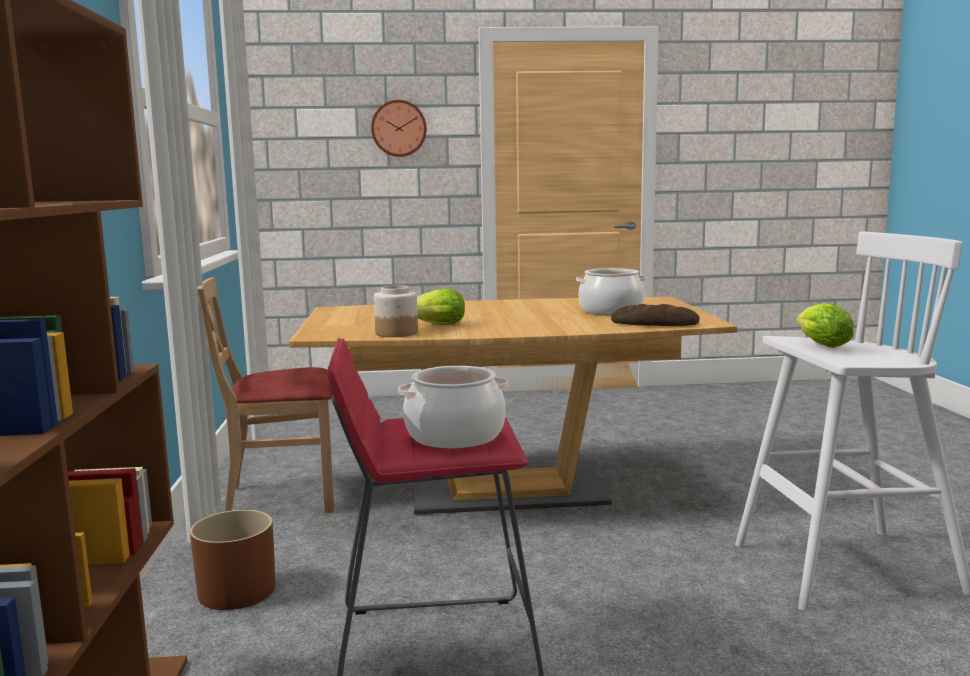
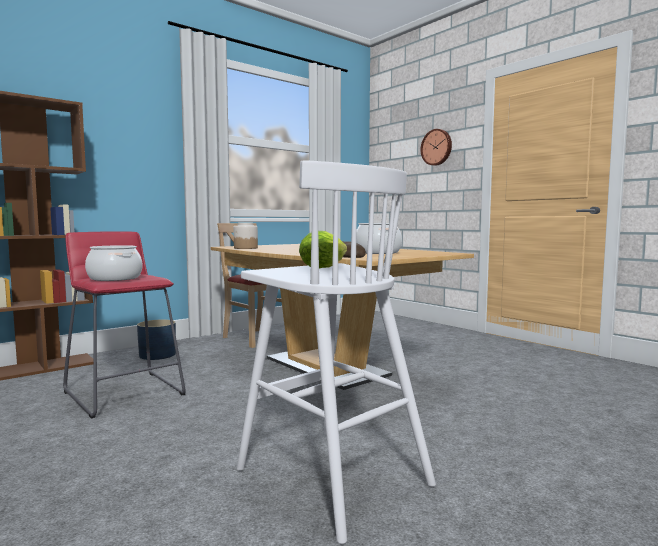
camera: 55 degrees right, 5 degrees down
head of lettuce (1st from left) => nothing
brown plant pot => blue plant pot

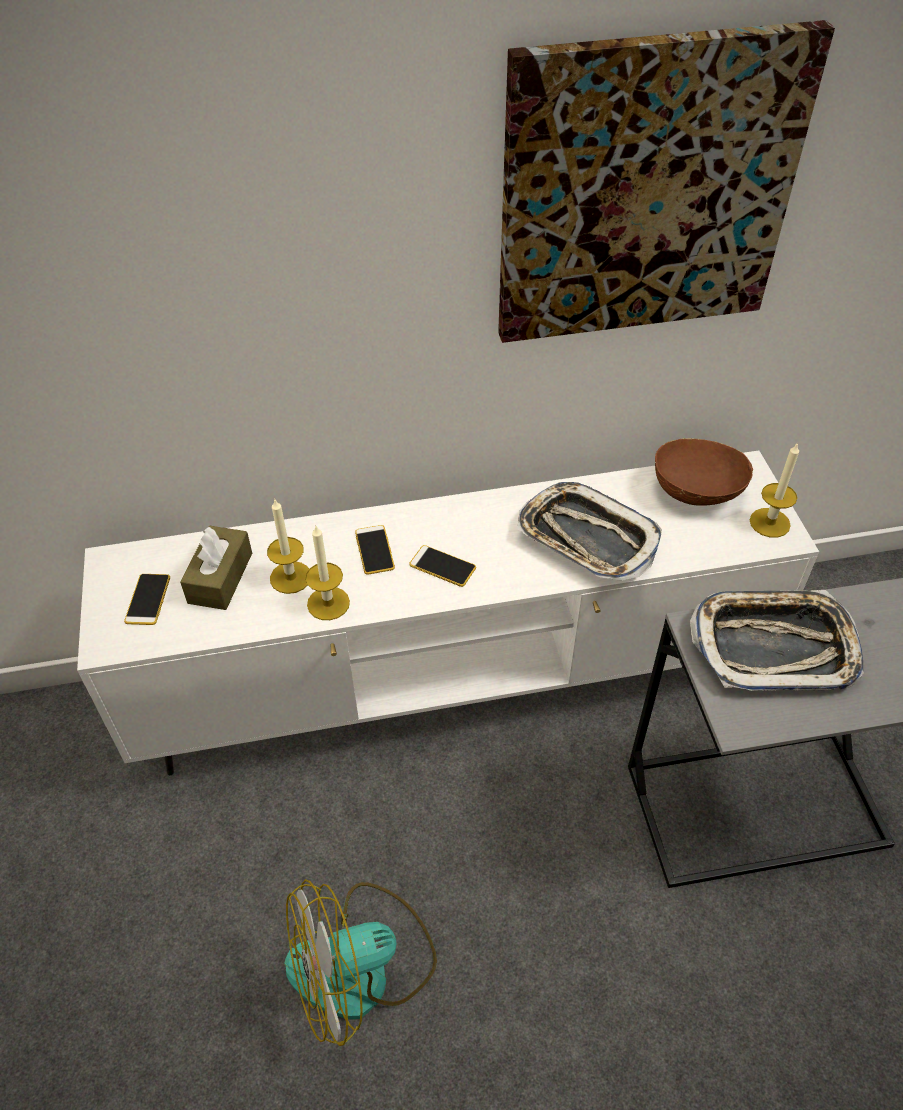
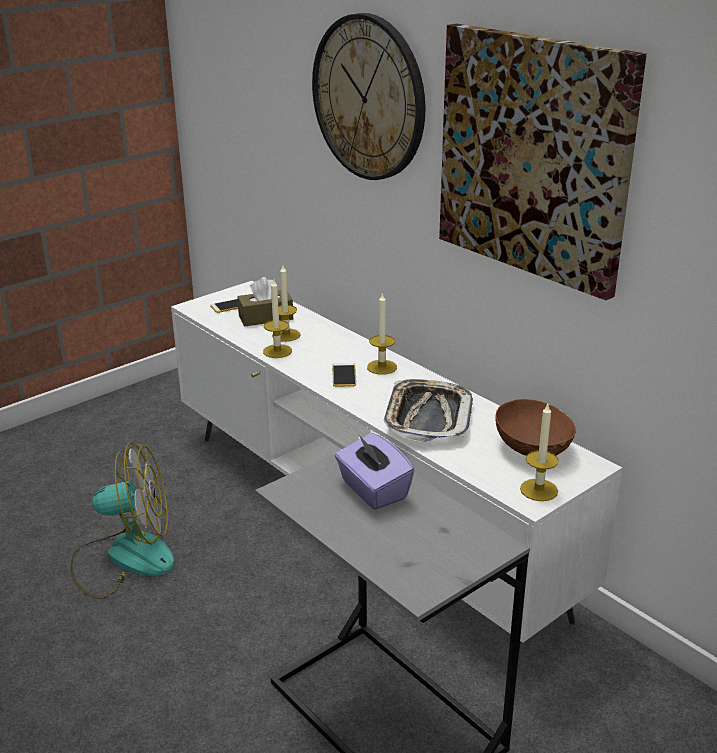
camera: 60 degrees right, 20 degrees down
telephone (2nd from left) => nothing
serving tray (2nd from left) => purple-coloured box of tissues
fan, 135 degrees clockwise
nothing => hanging clock
nothing => wax light (3rd from left)

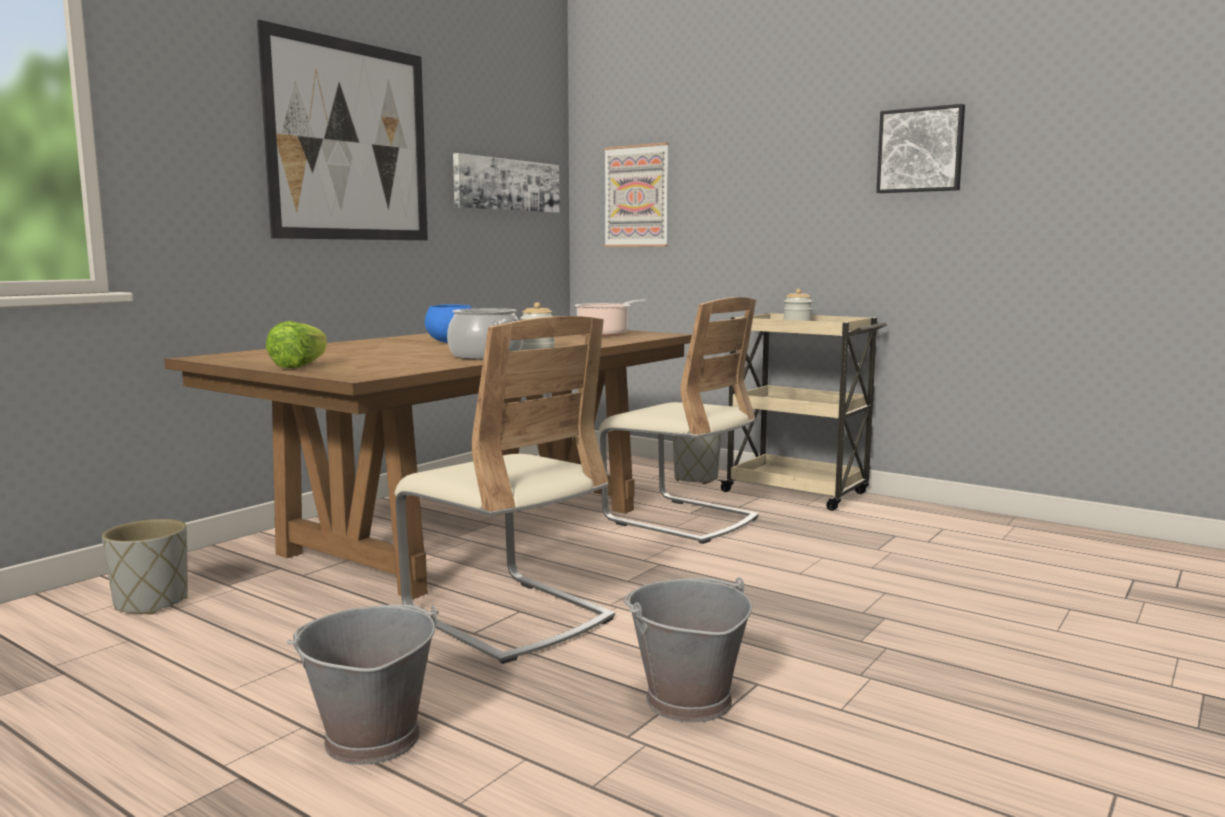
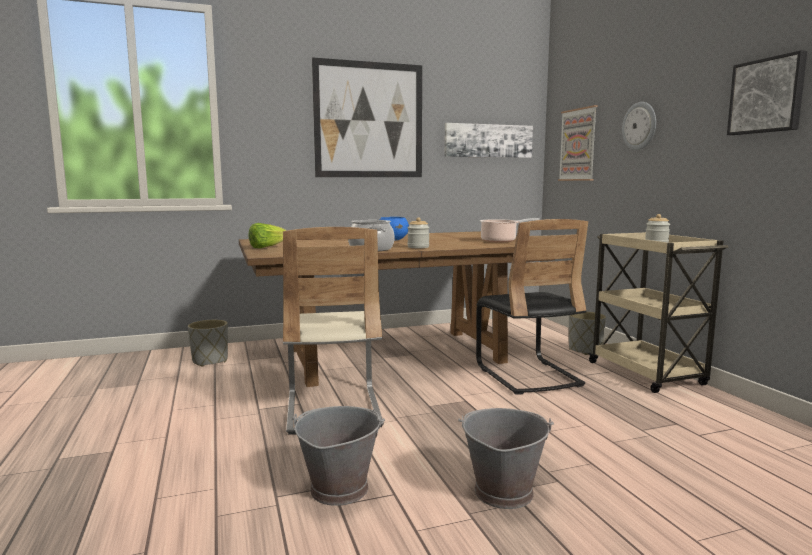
camera: 35 degrees right, 0 degrees up
sand-coloured upright chair (2nd from left) => blackish upright chair
greyish bucket (1st from left in the first image) => greyish bucket (2nd from left), moved
nothing => hanging clock

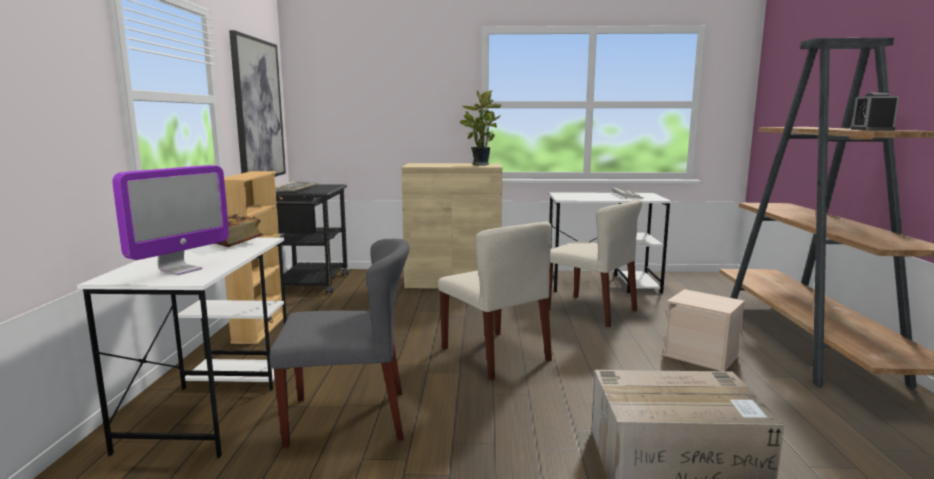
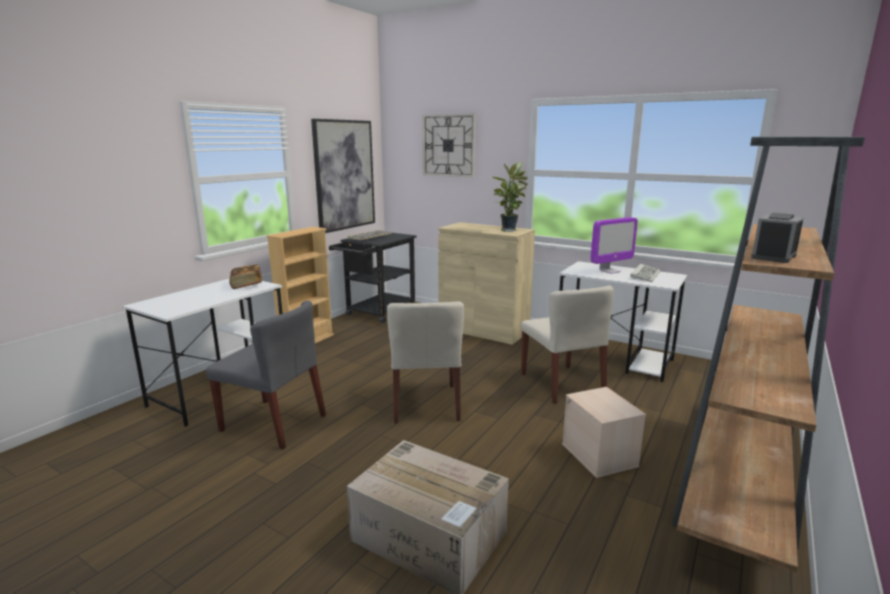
camera: 30 degrees right, 5 degrees up
computer screen, moved
nothing => hanging clock

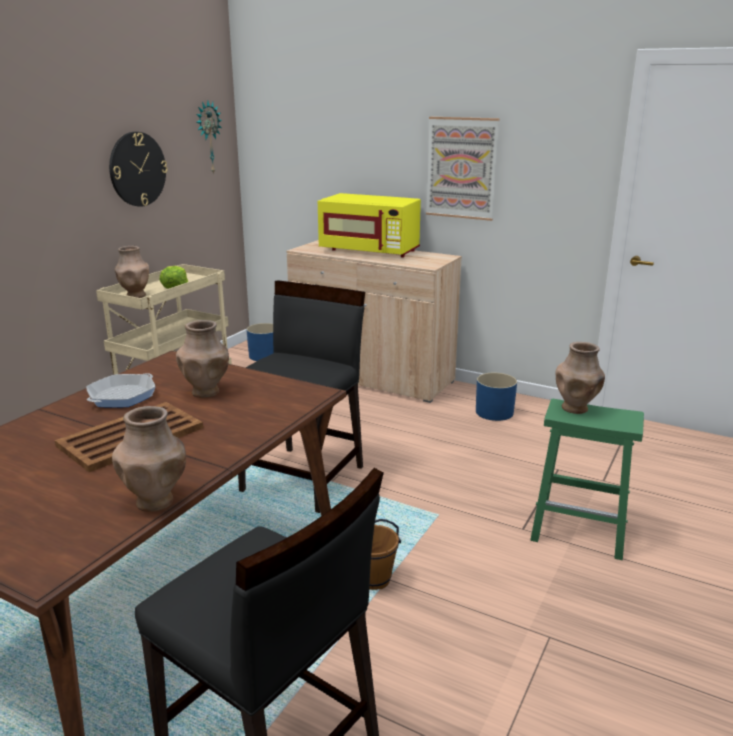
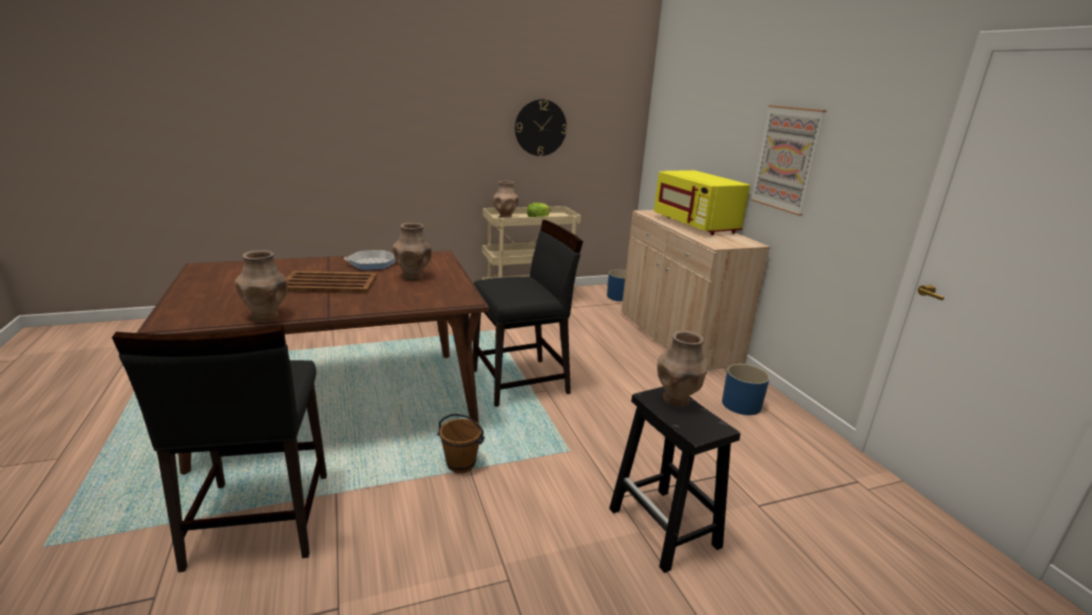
camera: 40 degrees right, 0 degrees up
hanging clock (2nd from left) => nothing
green stool seat => blackish stool seat

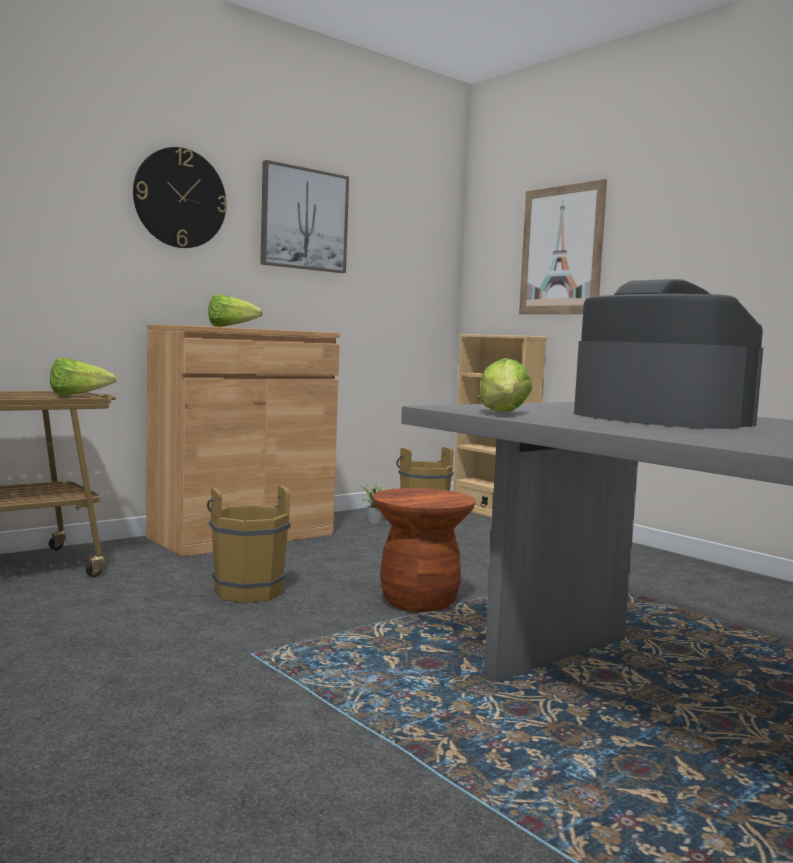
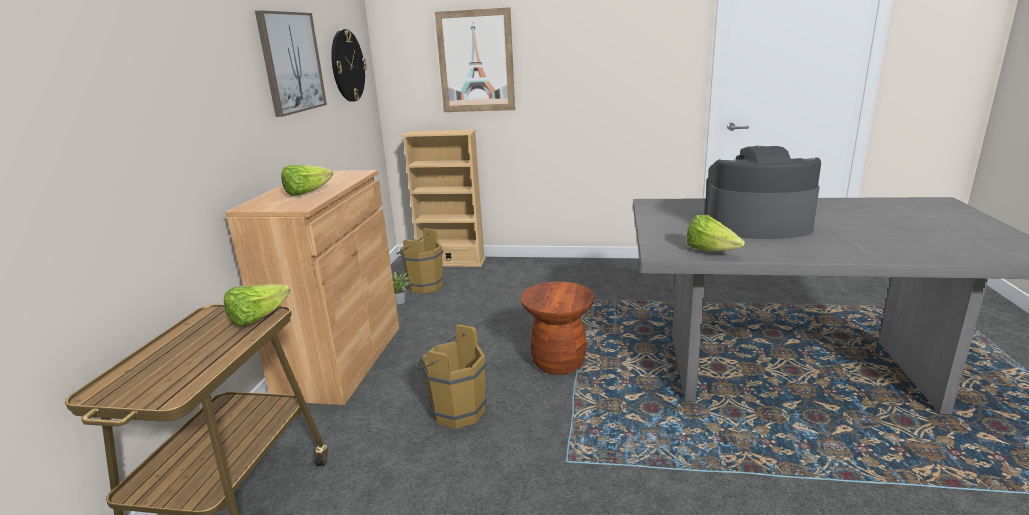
camera: 40 degrees left, 15 degrees up
hanging clock, moved

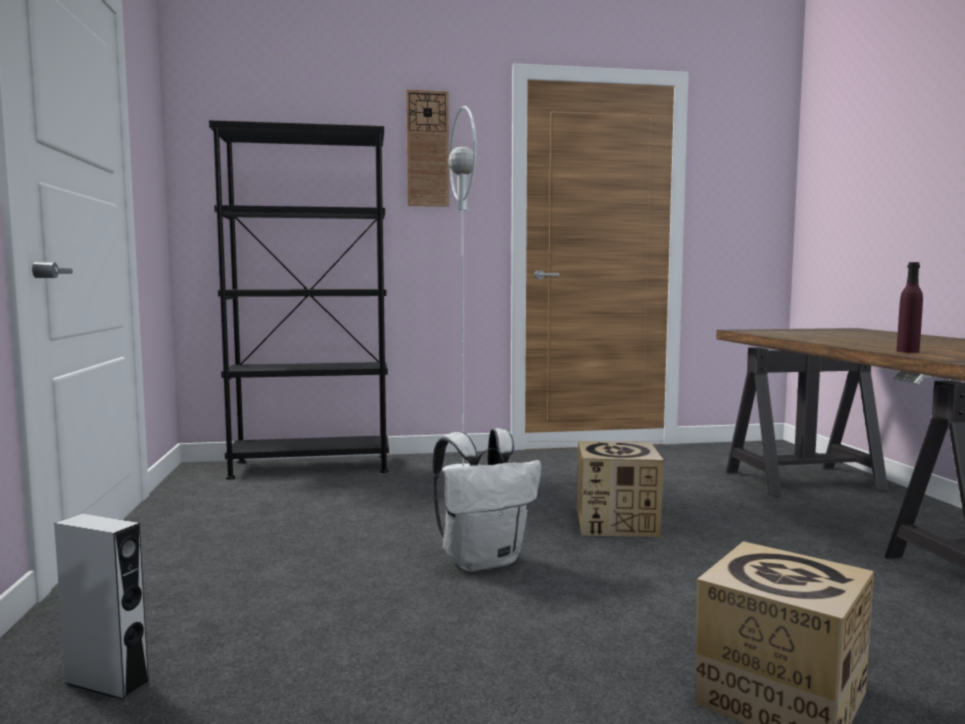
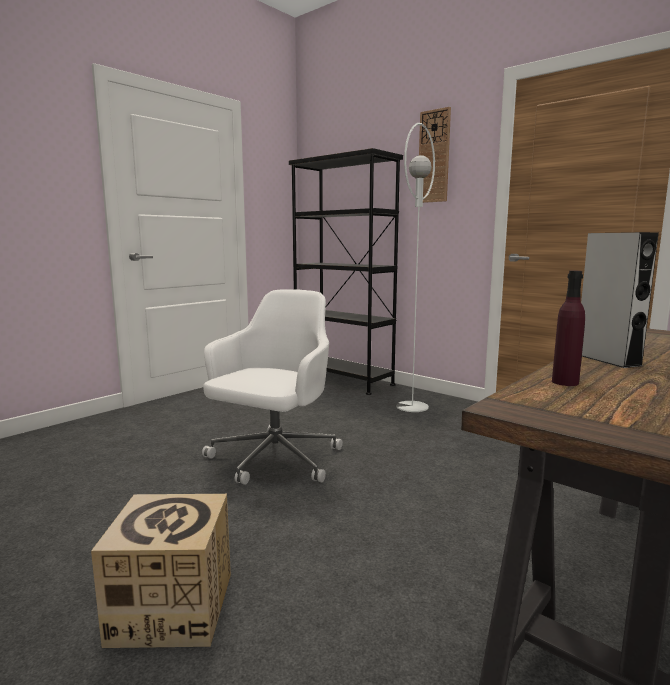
camera: 50 degrees right, 5 degrees up
whitish knapsack => whitish desk chair
packing box (1st from left) => nothing
greyish speaker, moved

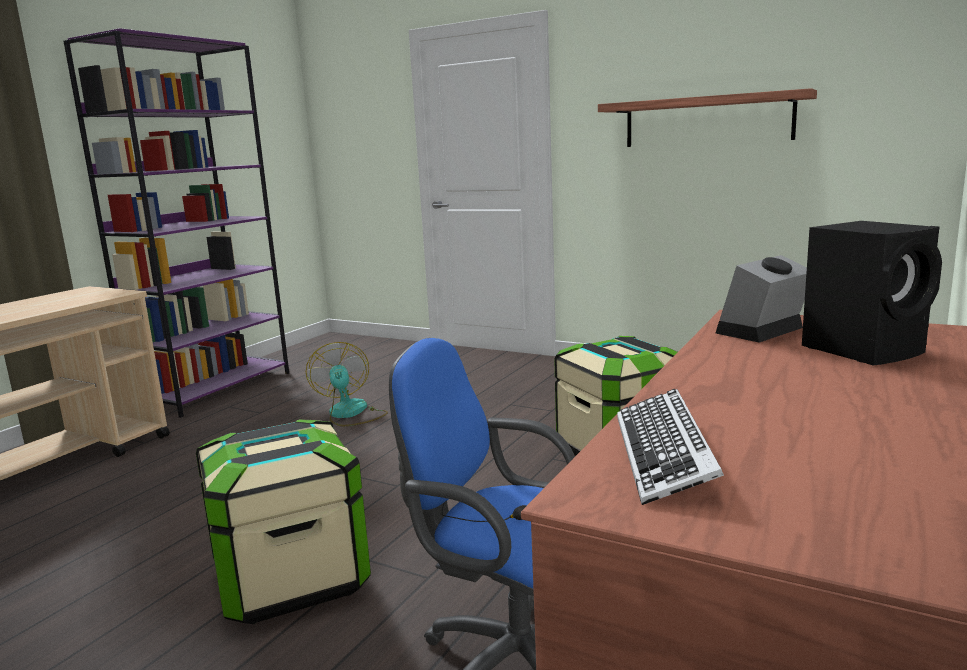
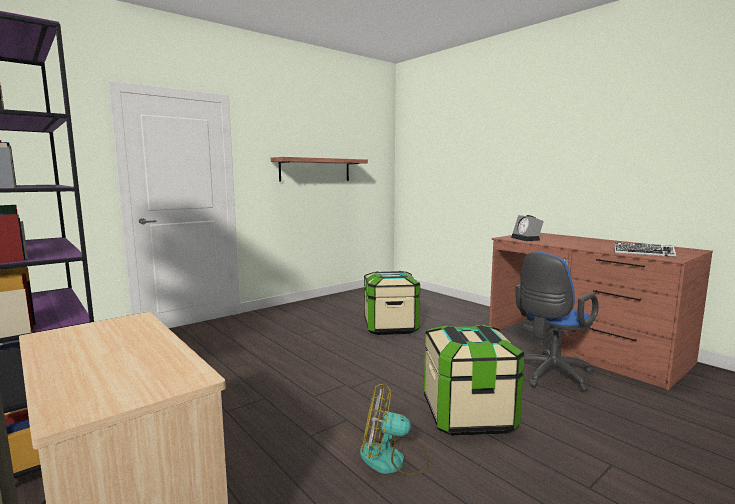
camera: 70 degrees left, 5 degrees down
blackish speaker => nothing
fan, moved

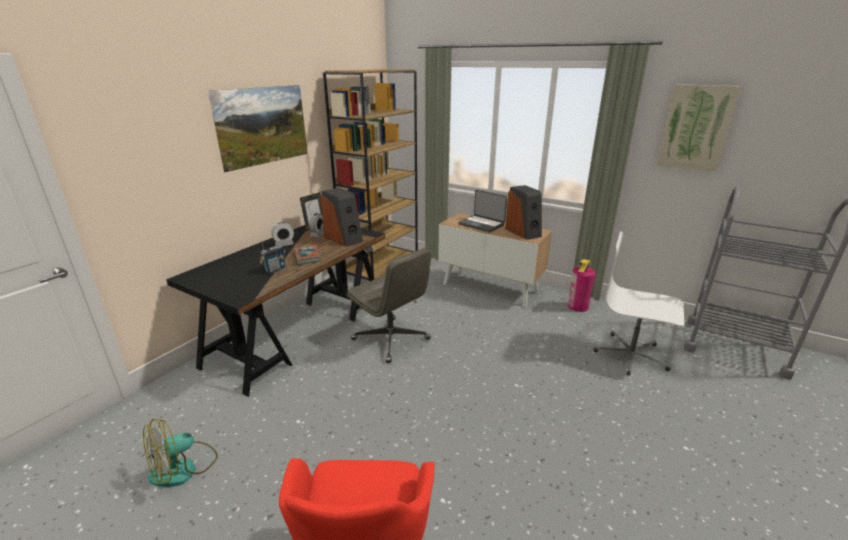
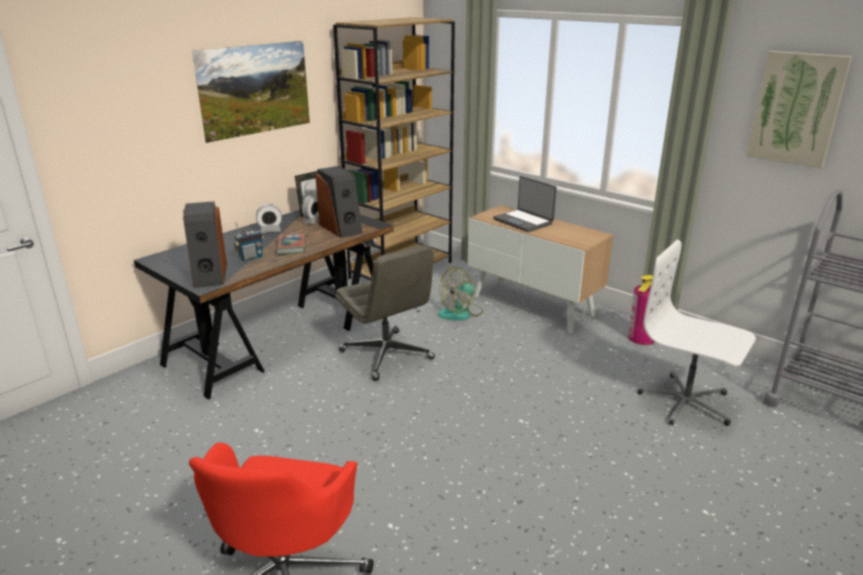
camera: 10 degrees right, 0 degrees up
speaker (2nd from left in the first image) => speaker (1st from left), moved
fan, moved

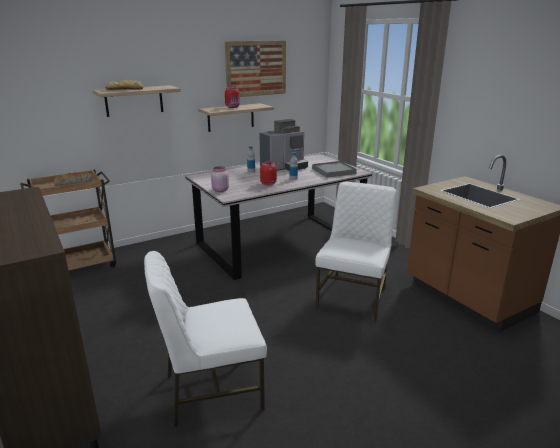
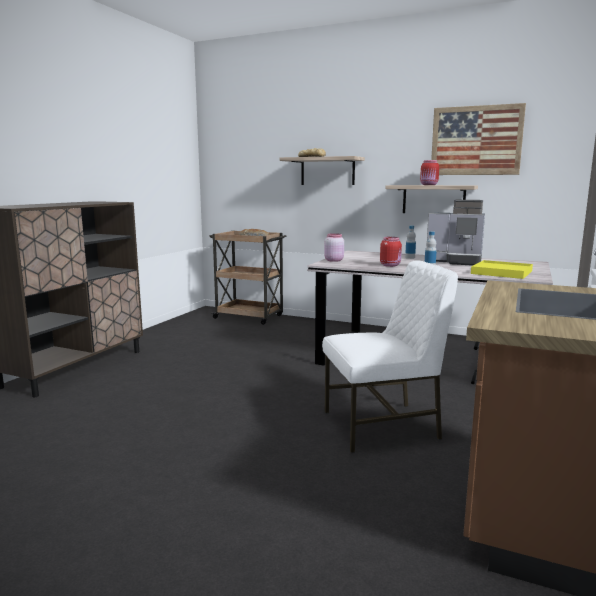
camera: 55 degrees right, 10 degrees down
greyish serving tray => yellow-coloured serving tray
whitish upright chair (1st from left) => nothing

